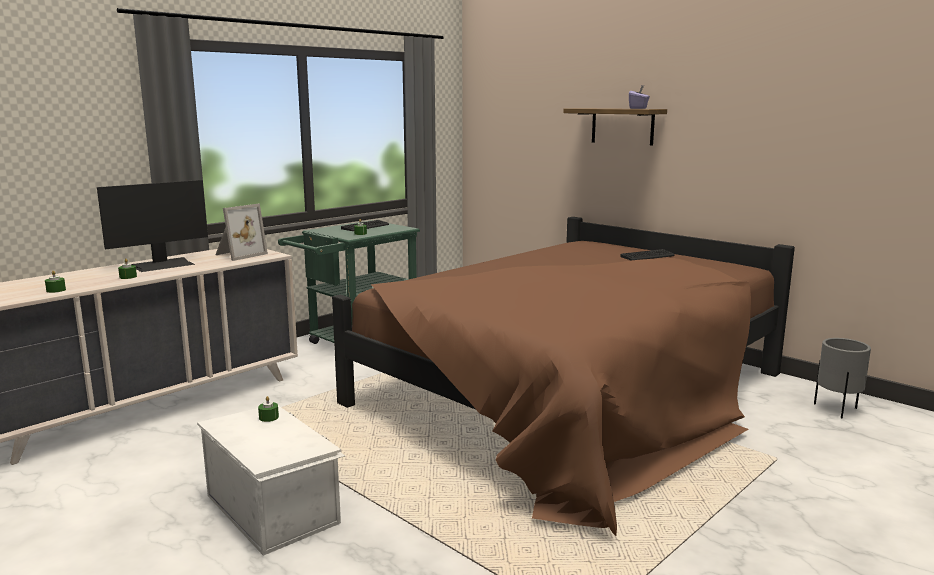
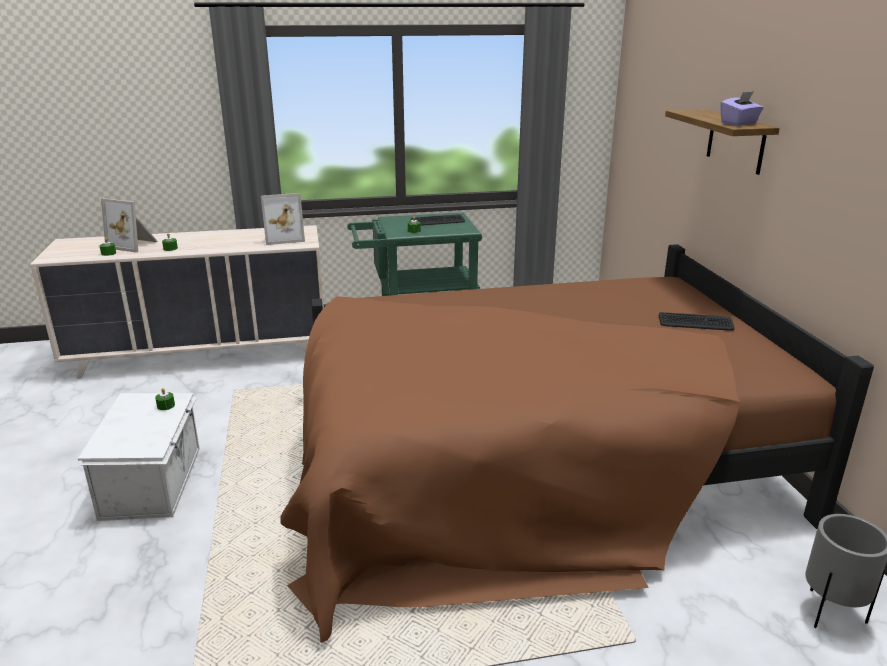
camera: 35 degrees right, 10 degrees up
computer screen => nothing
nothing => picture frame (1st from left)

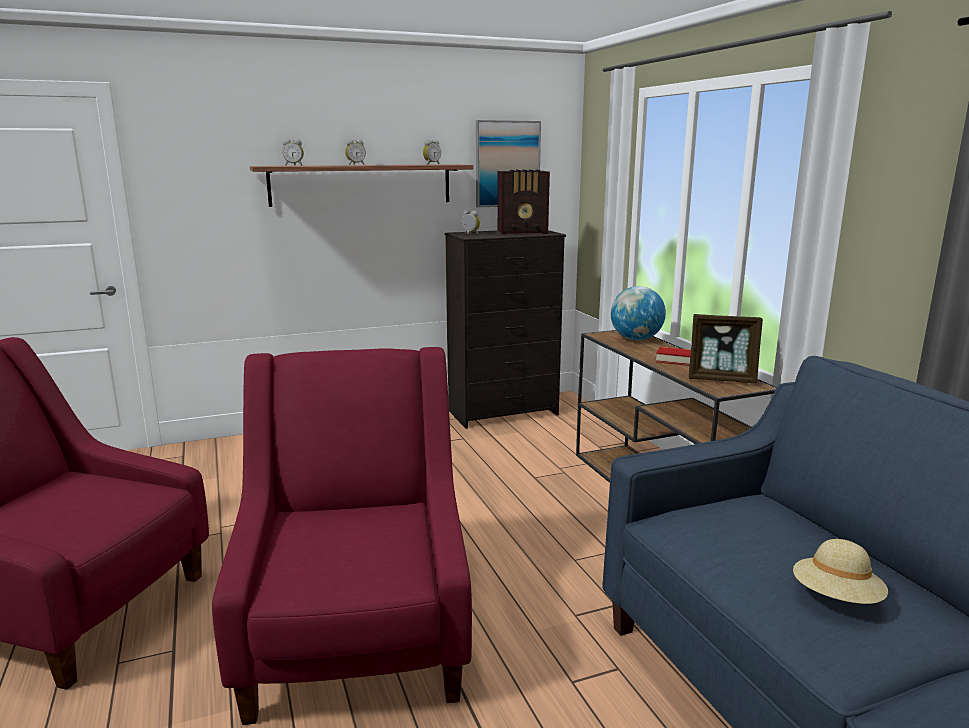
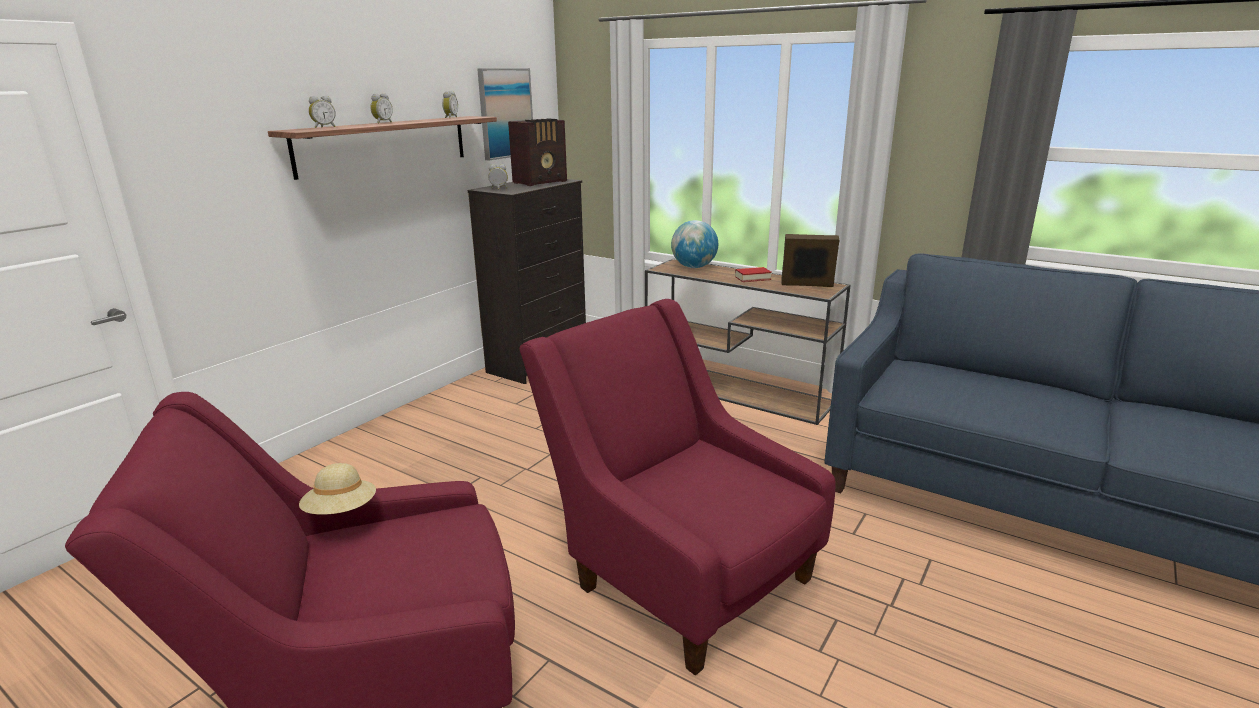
camera: 35 degrees left, 5 degrees up
picture frame, 150 degrees counterclockwise
sand-coloured clothing hat, moved

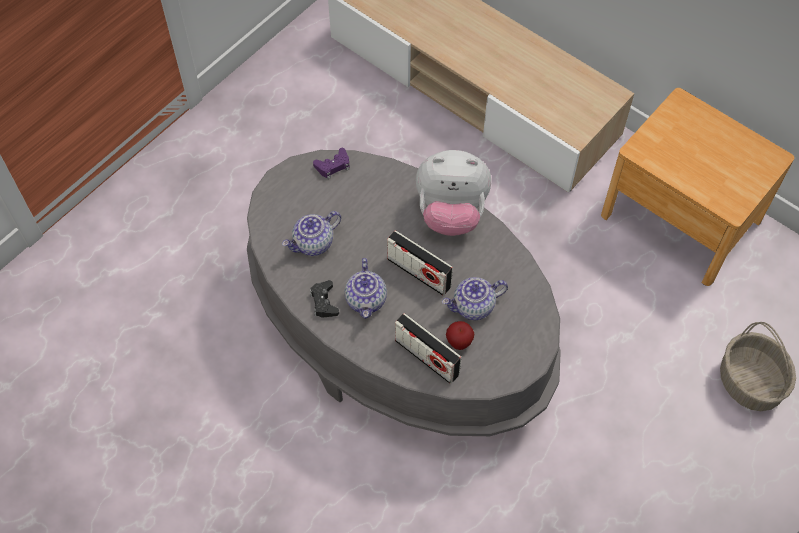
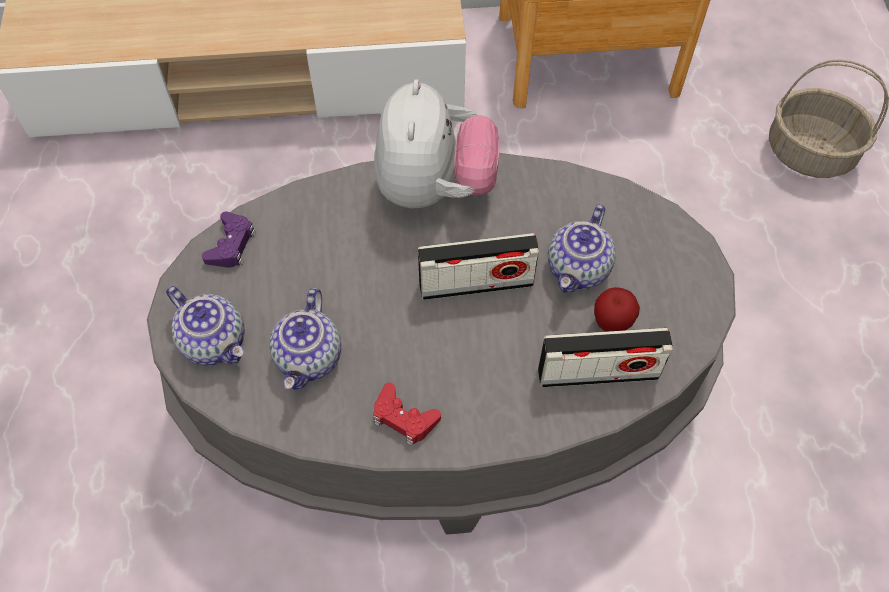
camera: 45 degrees left, 0 degrees up
plush toy, 45 degrees counterclockwise
teapot (2nd from left in the first image) => teapot (1st from left), moved
blackish game controller => reddish game controller

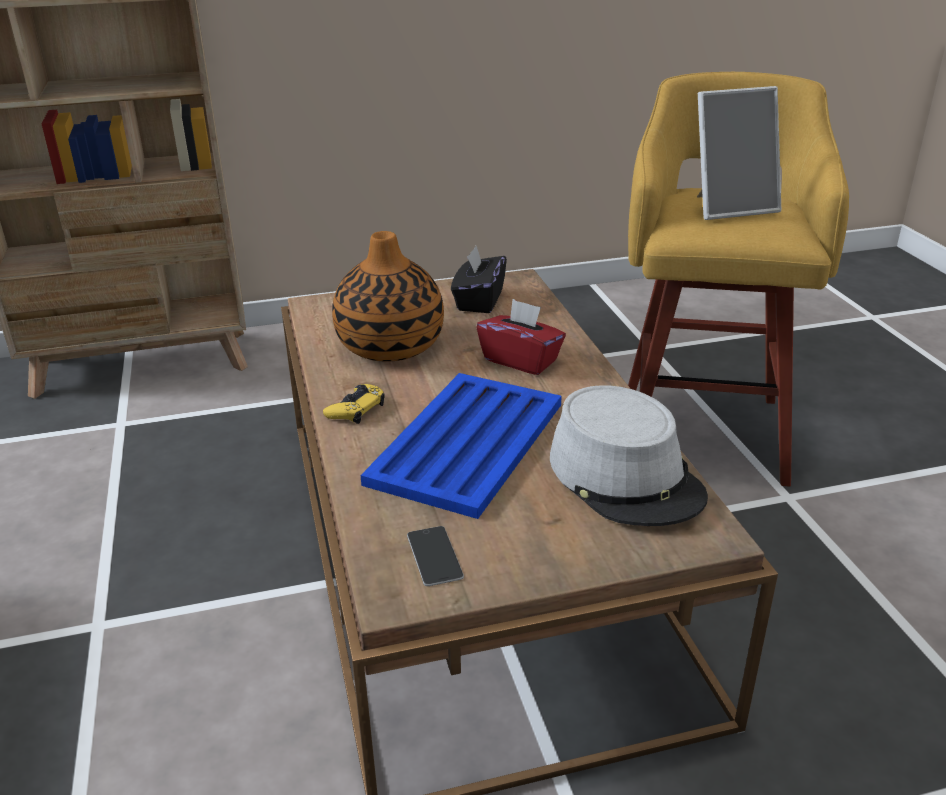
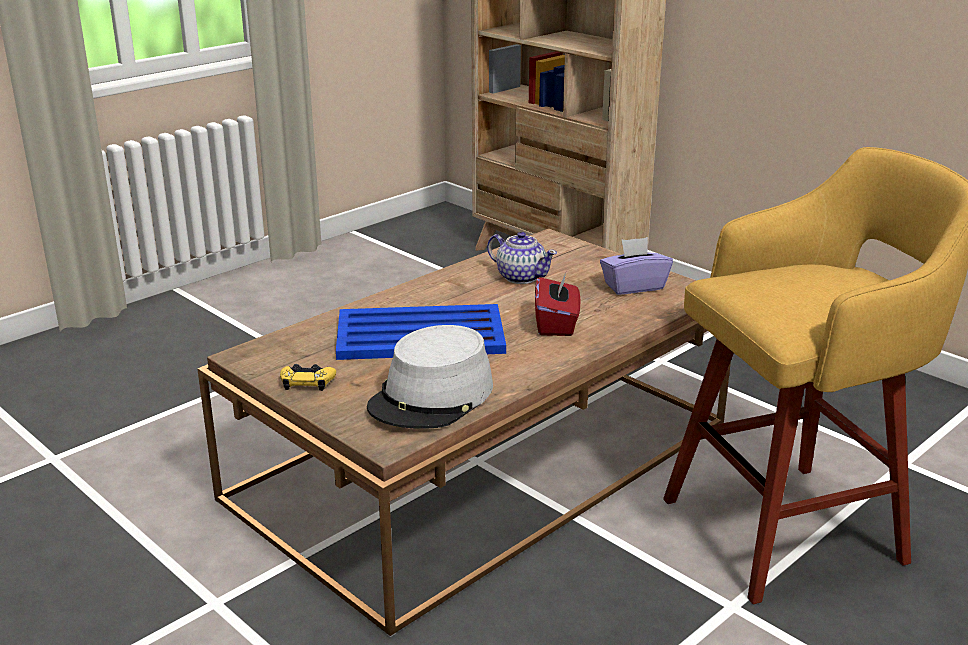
camera: 60 degrees right, 5 degrees down
picture frame => nothing
vase => teapot
blackish box of tissues => purple-coloured box of tissues
yellow-coloured game controller, moved
telephone => nothing

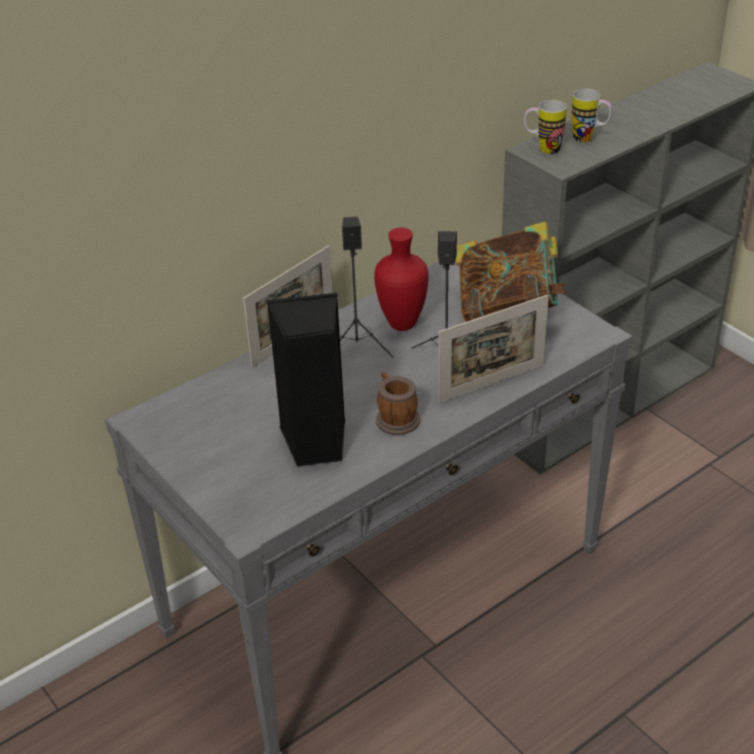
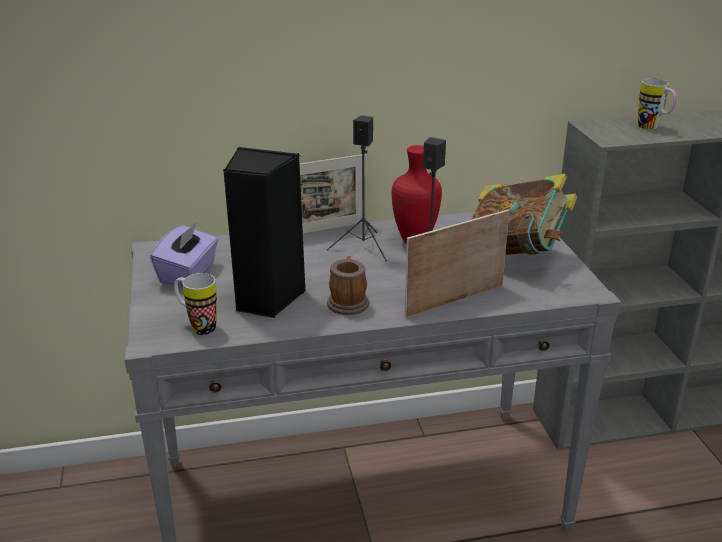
camera: 25 degrees right, 10 degrees down
mug (2nd from left in the first image) => mug (1st from left), moved
picture frame (2nd from left), 150 degrees clockwise
nothing => purple-coloured box of tissues

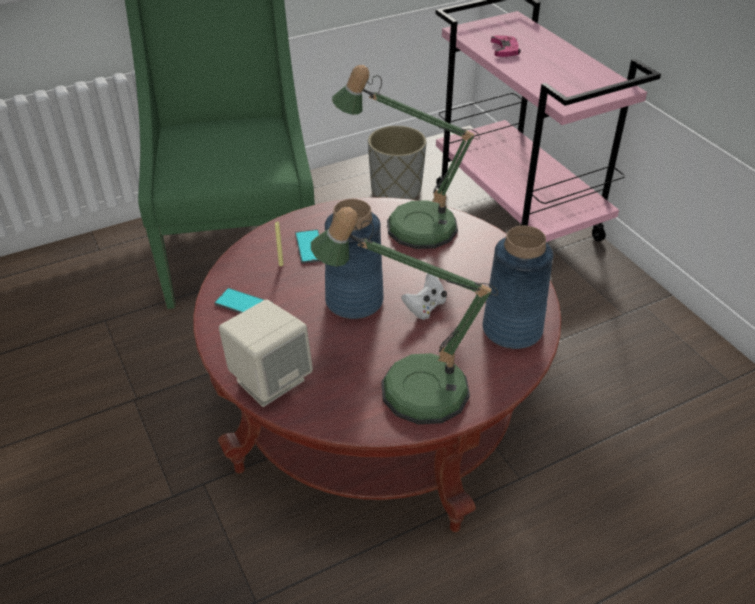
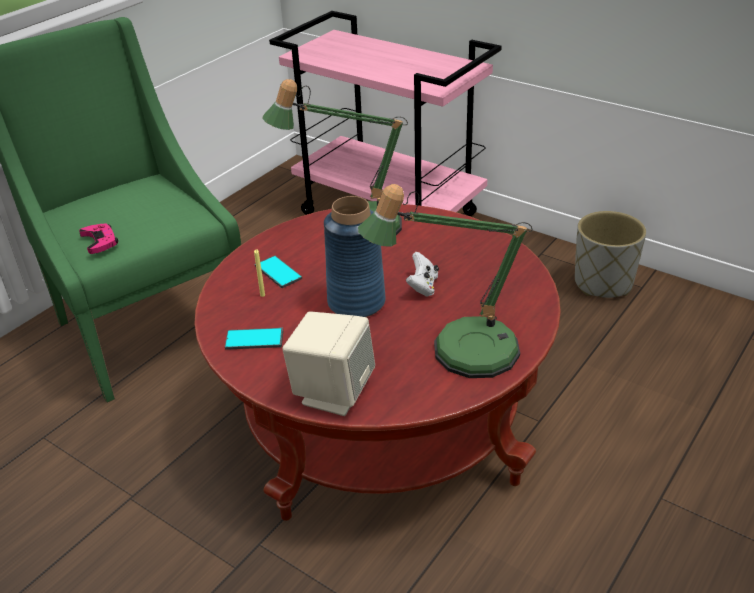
camera: 25 degrees left, 5 degrees down
pink game controller, moved
greyish plant pot, moved
blue vase (2nd from left) => nothing

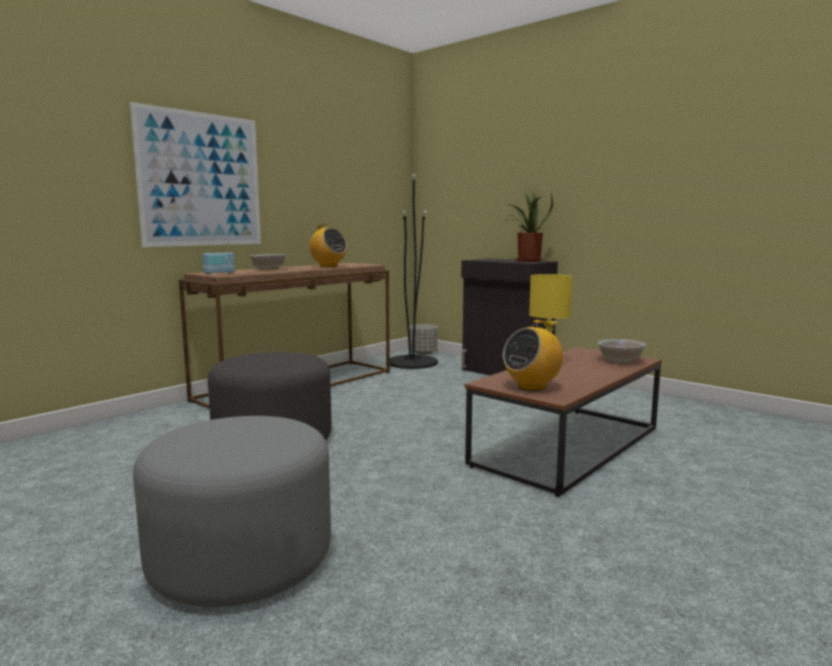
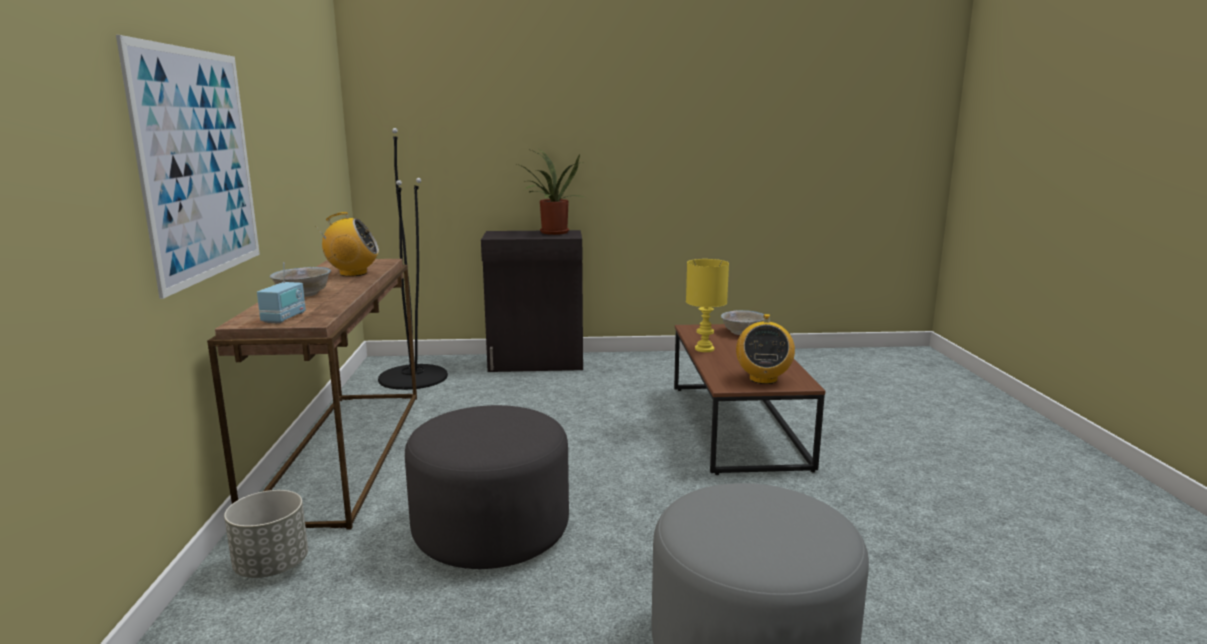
camera: 45 degrees left, 5 degrees up
greyish plant pot, moved

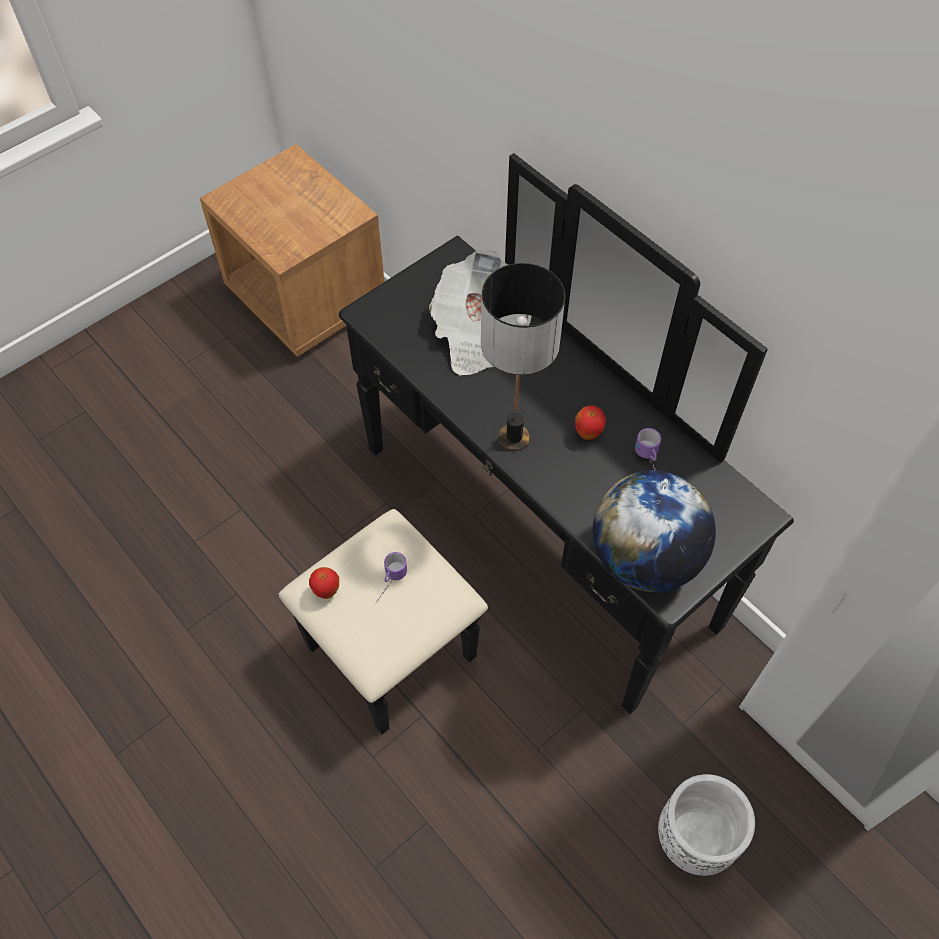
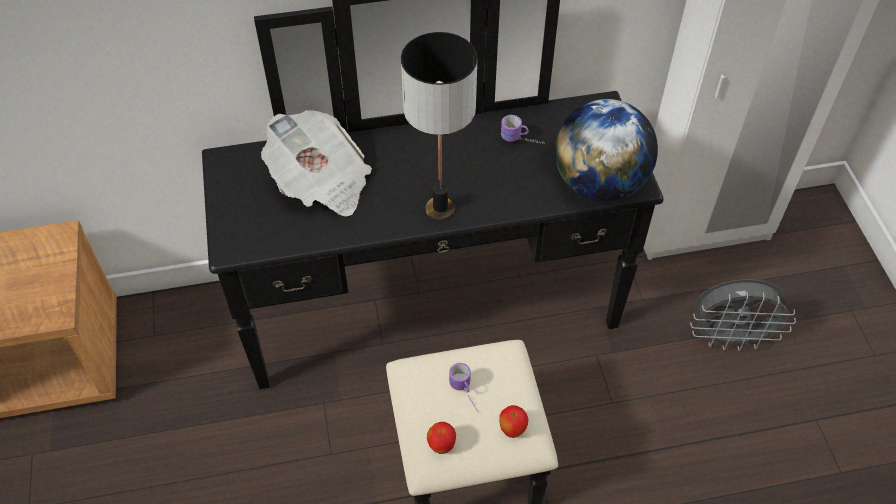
camera: 60 degrees left, 5 degrees down
apple fruit (2nd from left), moved
whitish plant pot => greyish fan

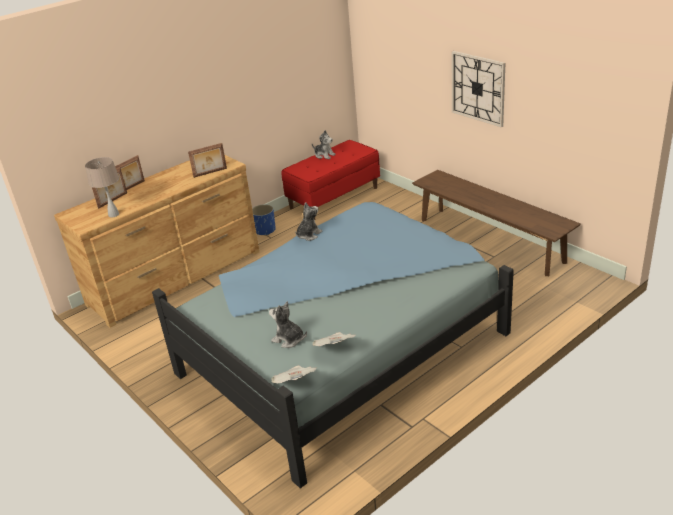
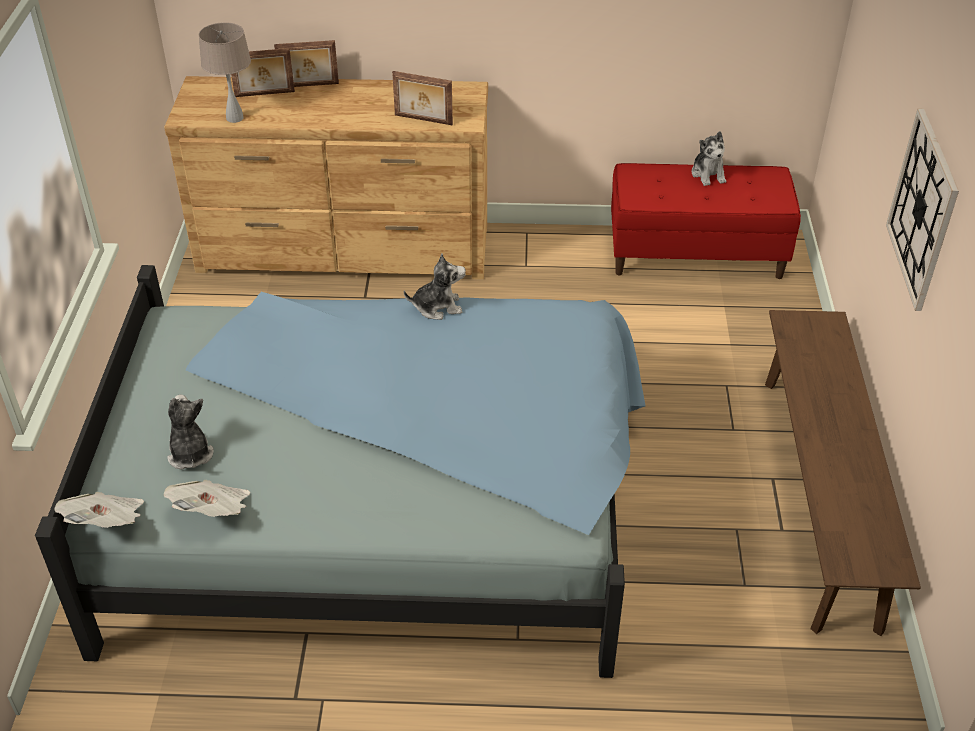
camera: 40 degrees right, 10 degrees up
blue plant pot => nothing

